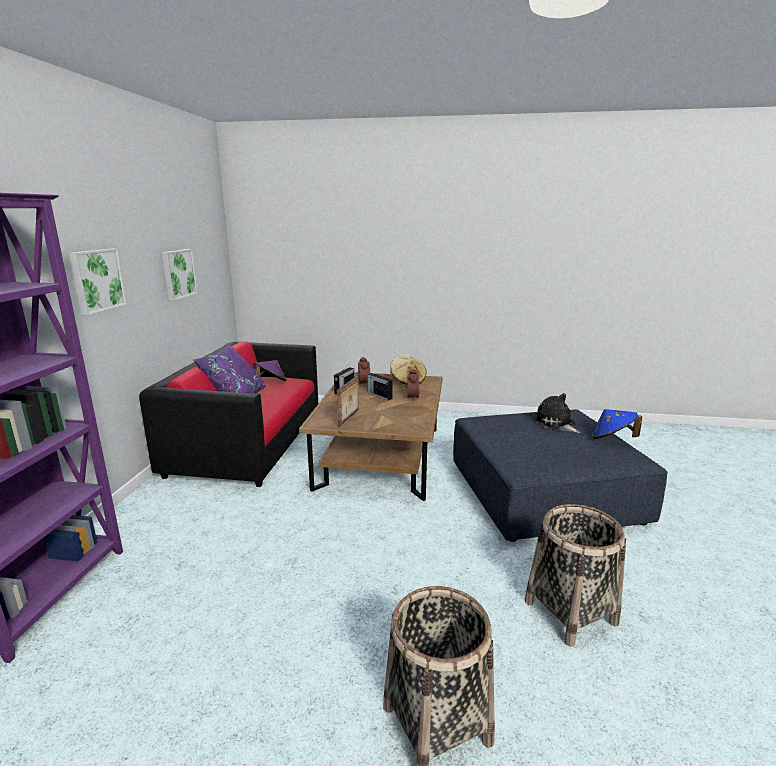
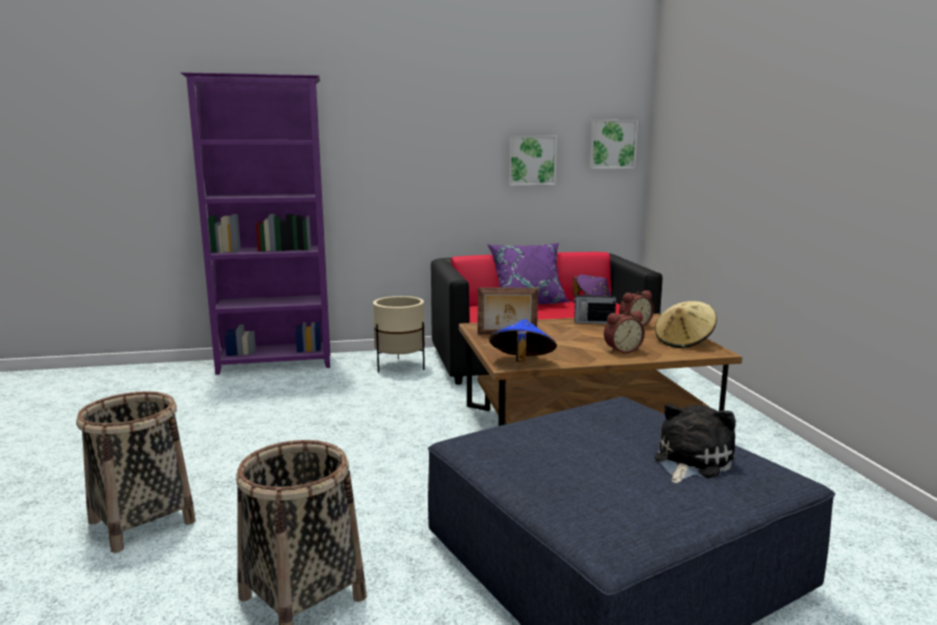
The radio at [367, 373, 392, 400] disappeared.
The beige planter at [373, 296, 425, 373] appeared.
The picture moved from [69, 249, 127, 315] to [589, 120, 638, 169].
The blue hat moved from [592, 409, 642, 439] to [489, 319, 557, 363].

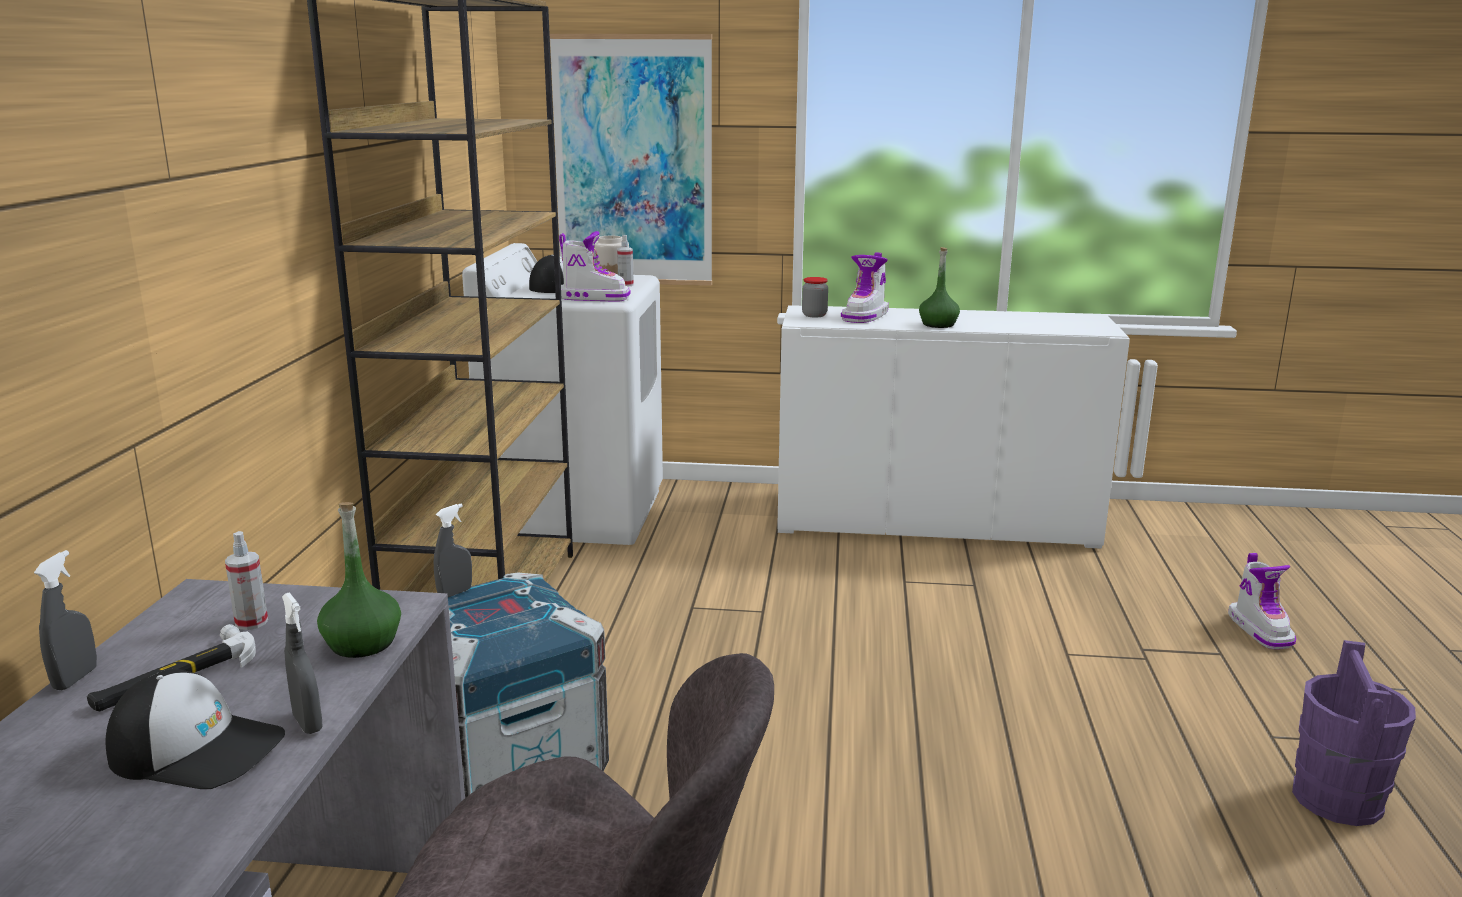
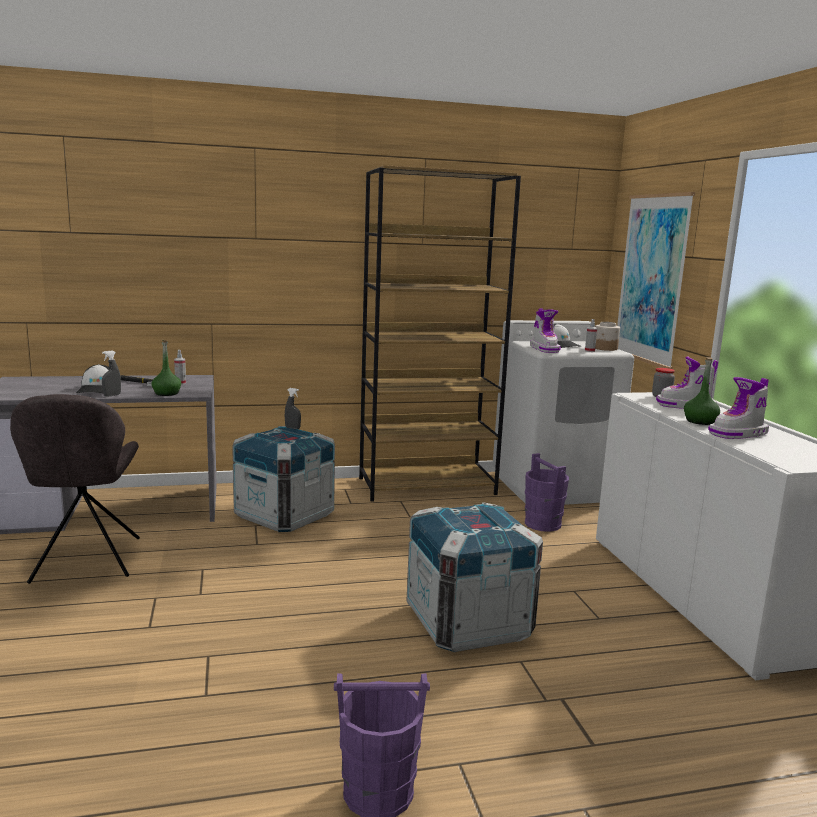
The grey spray bottle at [34, 550, 97, 690] disappeared.
The crate at [407, 502, 543, 652] appeared.
The purple bucket at [525, 453, 569, 532] appeared.
The boot moved from [1228, 553, 1296, 649] to [708, 377, 769, 439].

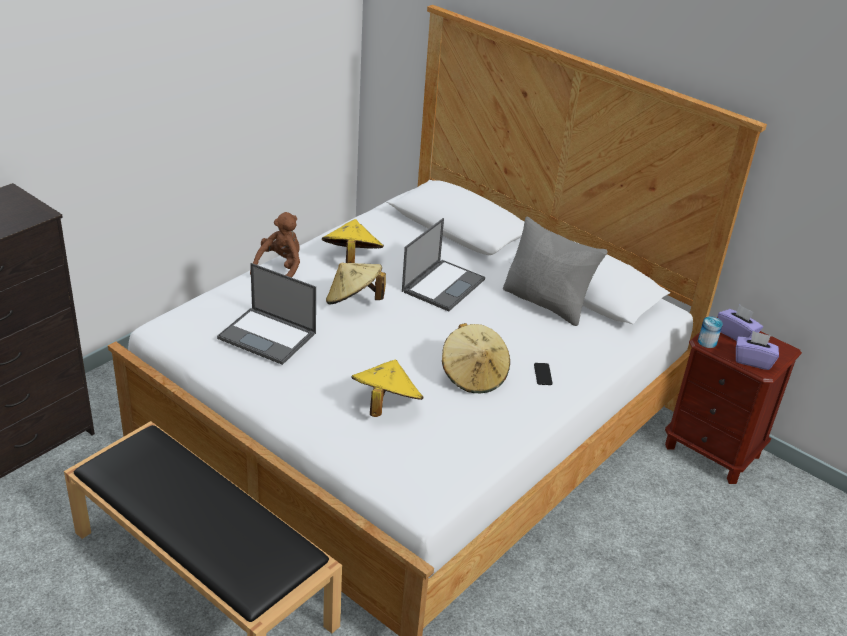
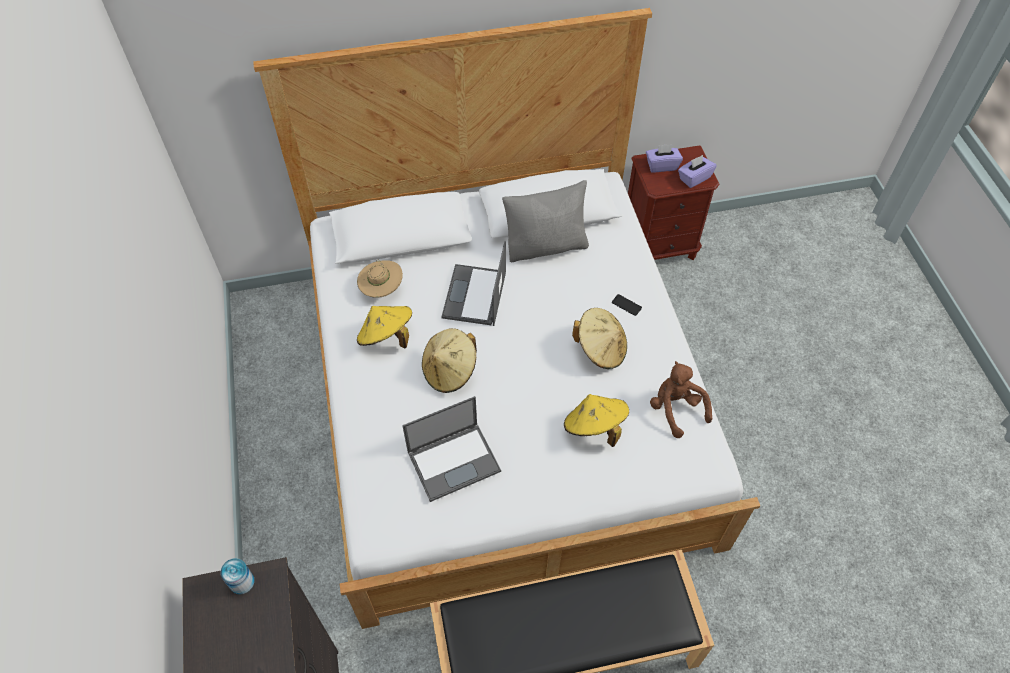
The beige hat at [357, 259, 403, 298] appeared.
The brown plush toy moved from [250, 212, 300, 278] to [650, 361, 712, 438].
The can moved from [698, 316, 723, 348] to [220, 558, 255, 594].
The laptop at [402, 218, 485, 311] turned 150 degrees counterclockwise.

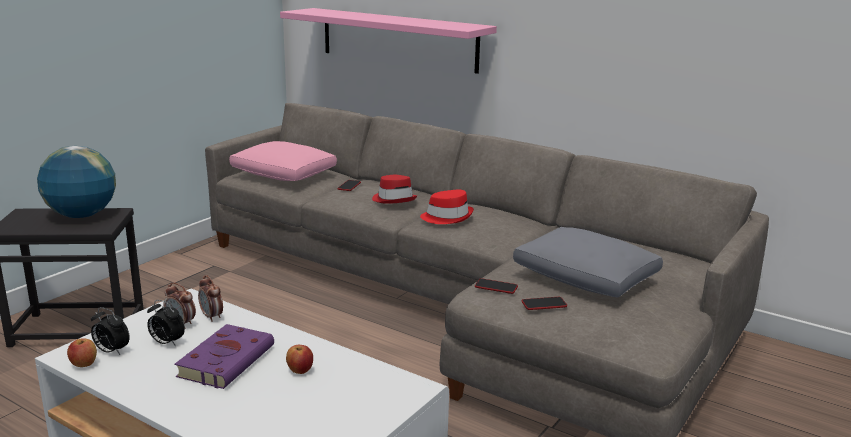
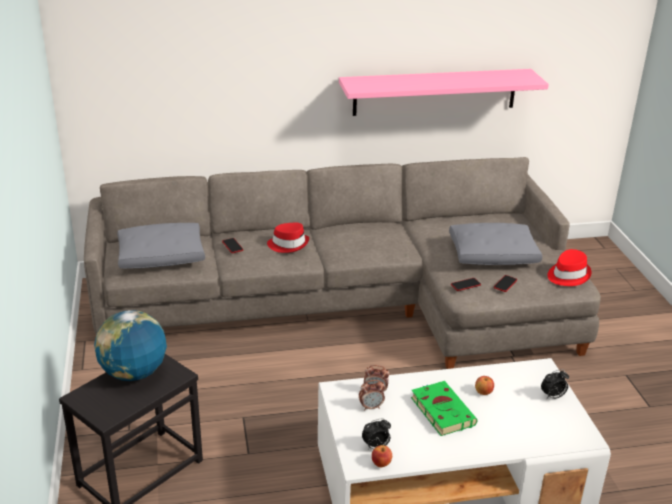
The alarm clock moved from [147, 300, 185, 347] to [541, 369, 569, 399].
The pink shelf moved from [280, 8, 497, 74] to [339, 69, 549, 116].
The red hat moved from [420, 190, 474, 224] to [547, 249, 592, 286].
The purple book at [174, 324, 274, 389] became the green book at [411, 381, 477, 436].
The pink pillow at [229, 141, 337, 181] became the grey pillow at [117, 223, 205, 269].

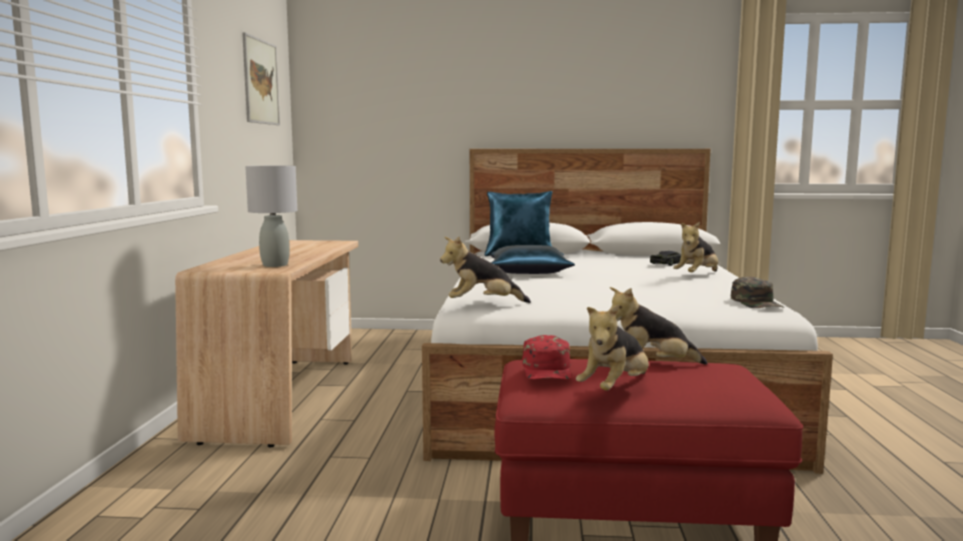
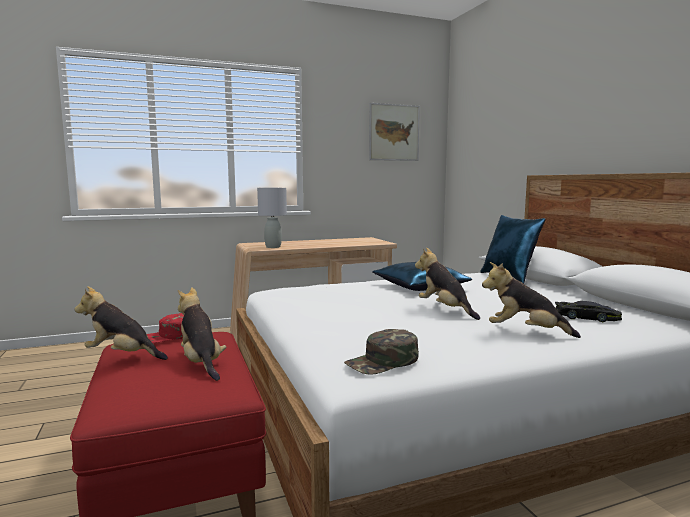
The plush toy moved from [440, 237, 531, 303] to [415, 248, 480, 320].

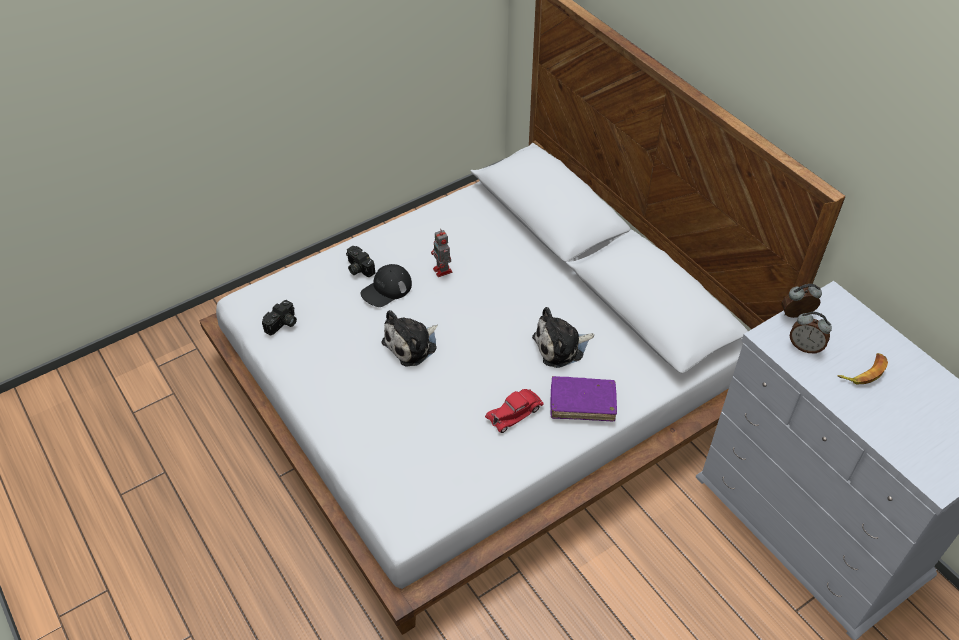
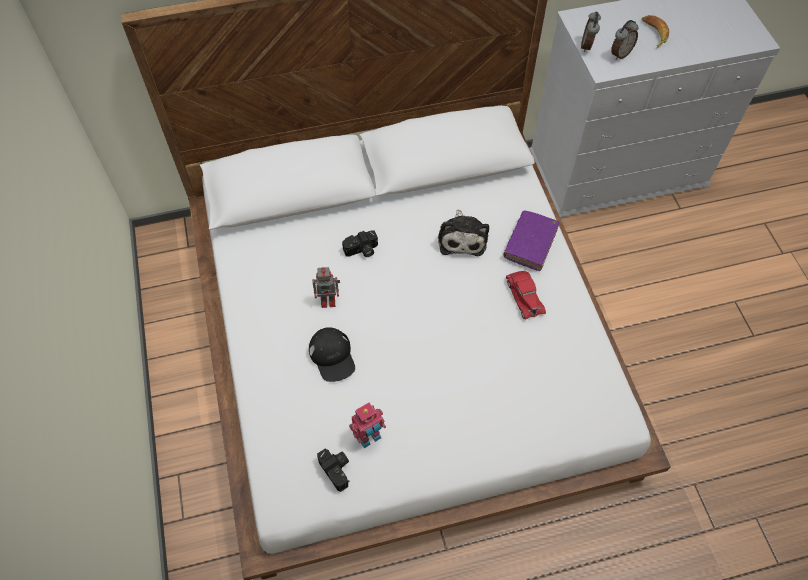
The plush toy at [381, 310, 438, 366] disappeared.
The toy robot at [349, 403, 386, 448] appeared.
The photo camera moved from [346, 246, 375, 277] to [342, 230, 378, 257].

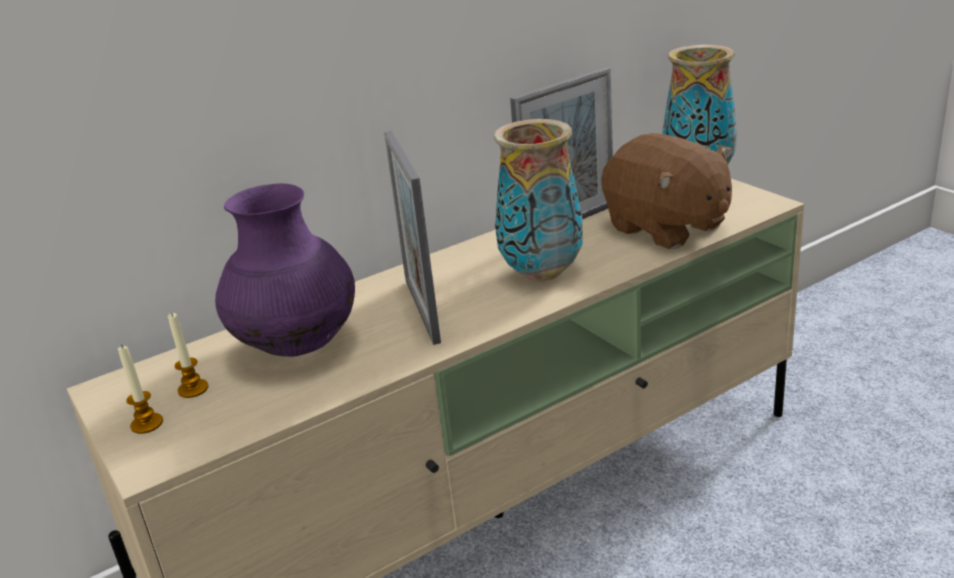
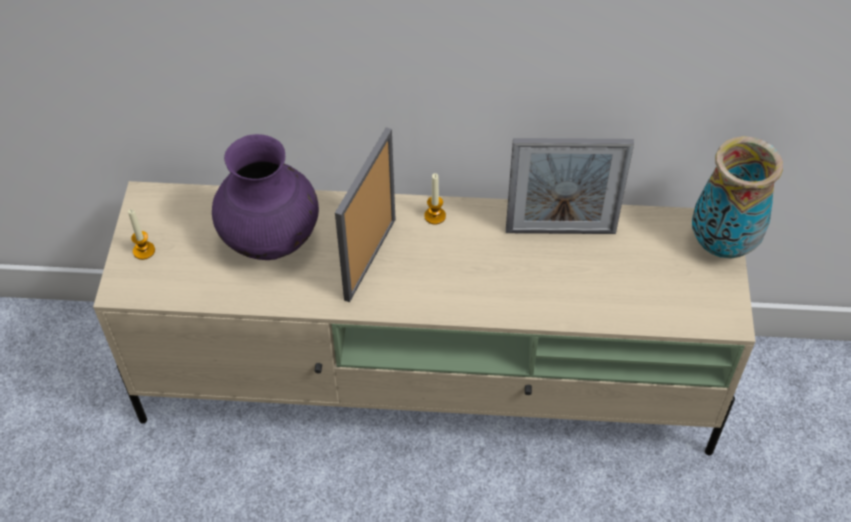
The vase at [494, 119, 582, 282] disappeared.
The brown plush toy at [601, 133, 733, 249] disappeared.
The candle moved from [168, 312, 208, 398] to [424, 173, 446, 224].

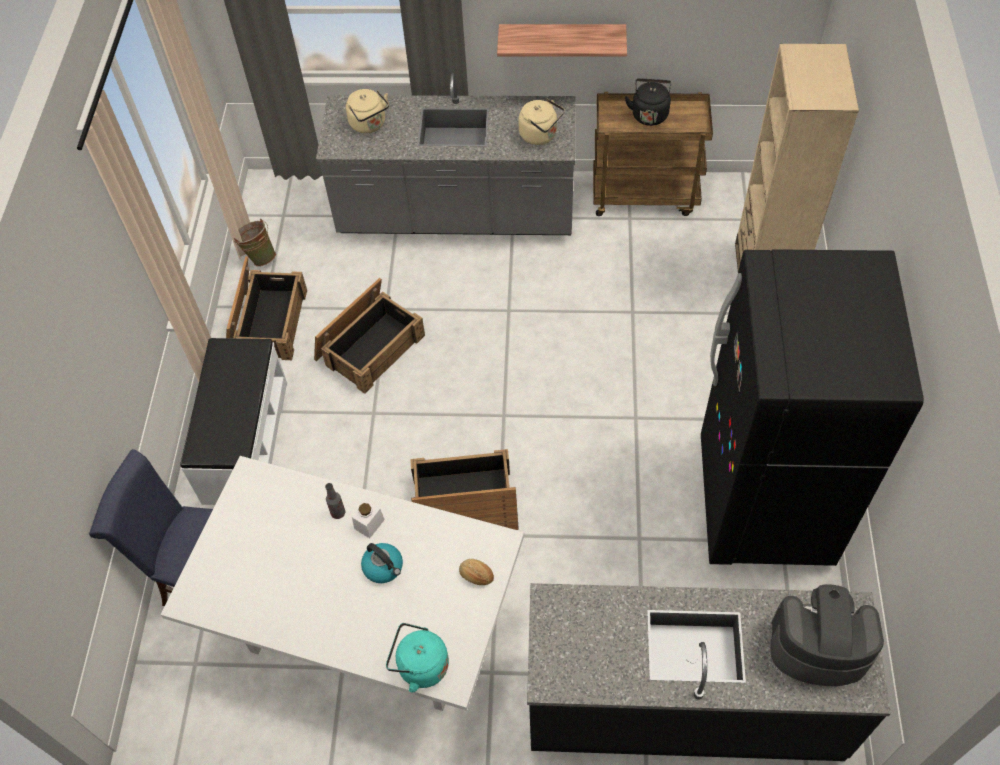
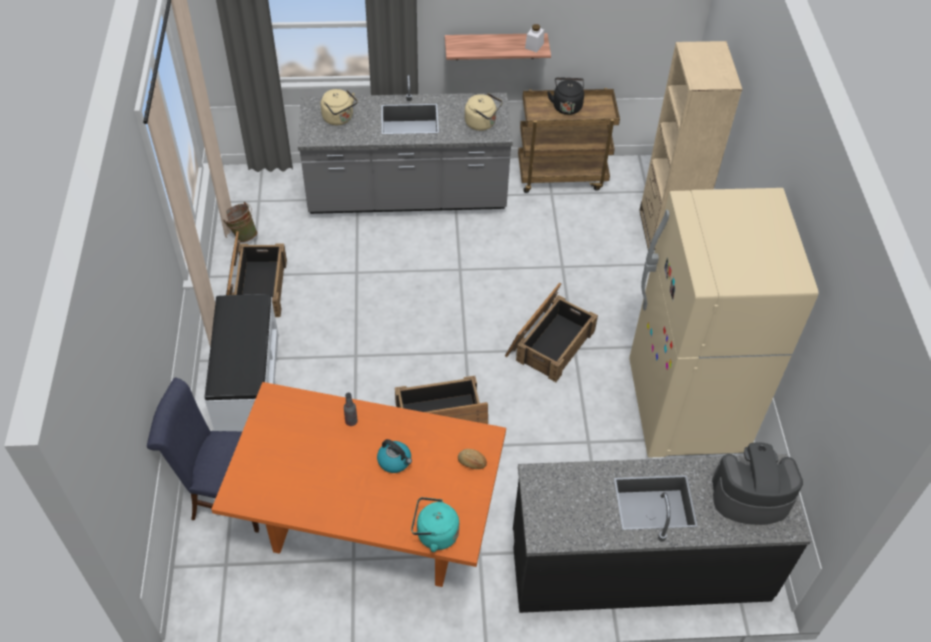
The crate moved from [314, 278, 425, 394] to [505, 282, 598, 382].
The white jar moved from [352, 500, 385, 538] to [525, 24, 544, 53].
The white dining table at [161, 456, 524, 711] became the orange dining table at [211, 382, 506, 587].
The black fridge at [701, 249, 924, 566] became the beige fridge at [629, 188, 818, 458].

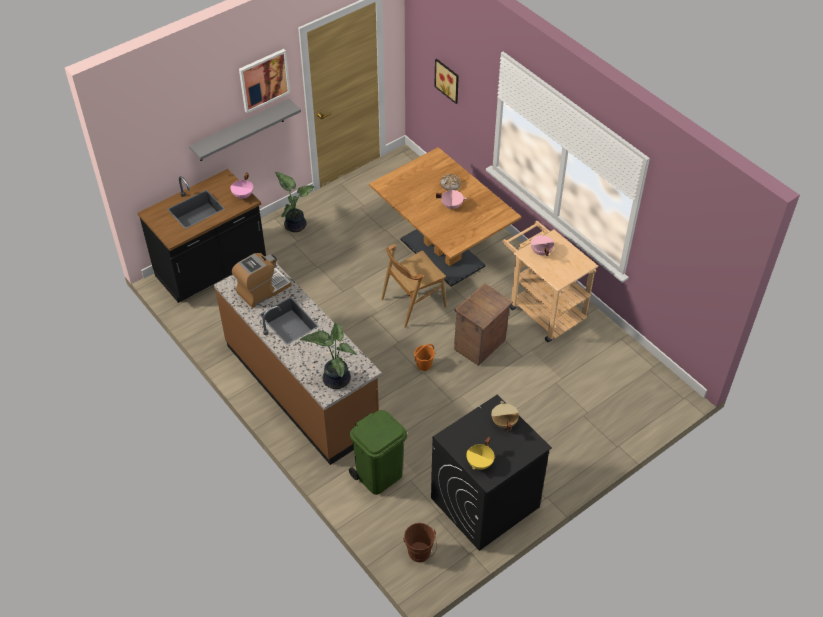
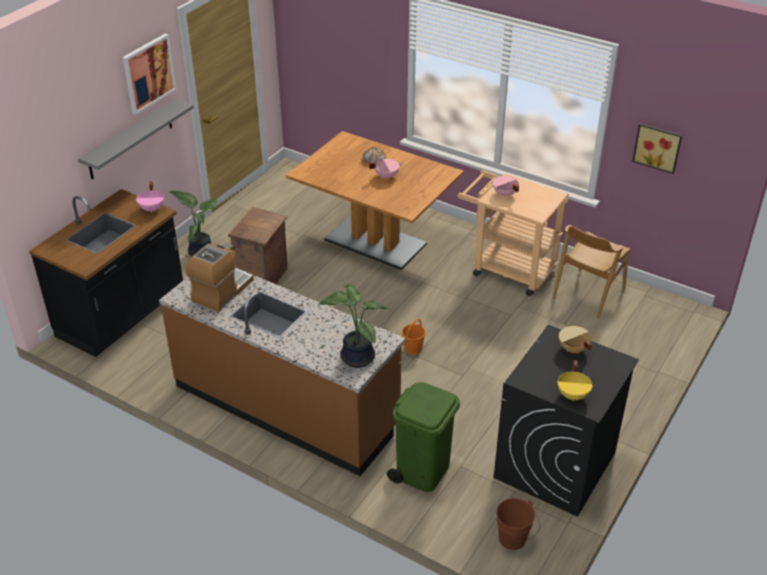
The brown chair moved from [381, 244, 447, 327] to [553, 225, 630, 318].
The picture moved from [434, 59, 459, 104] to [632, 123, 682, 174].
The crate moved from [454, 283, 513, 366] to [228, 207, 288, 284].

